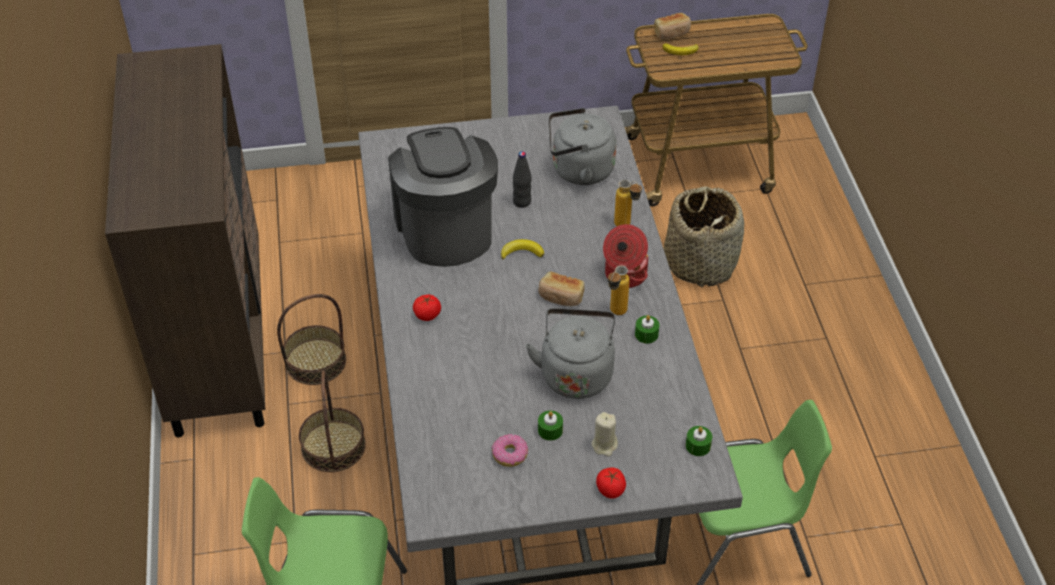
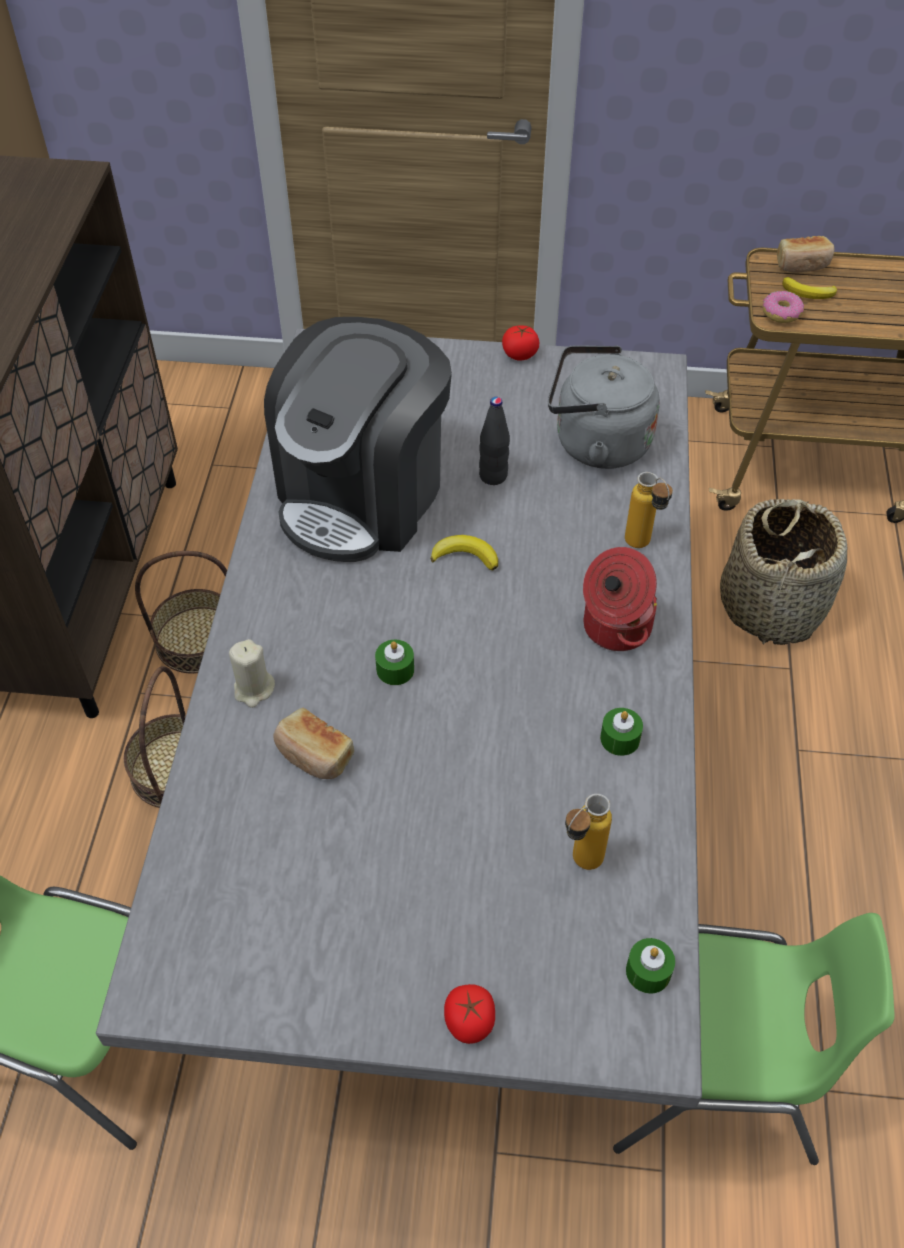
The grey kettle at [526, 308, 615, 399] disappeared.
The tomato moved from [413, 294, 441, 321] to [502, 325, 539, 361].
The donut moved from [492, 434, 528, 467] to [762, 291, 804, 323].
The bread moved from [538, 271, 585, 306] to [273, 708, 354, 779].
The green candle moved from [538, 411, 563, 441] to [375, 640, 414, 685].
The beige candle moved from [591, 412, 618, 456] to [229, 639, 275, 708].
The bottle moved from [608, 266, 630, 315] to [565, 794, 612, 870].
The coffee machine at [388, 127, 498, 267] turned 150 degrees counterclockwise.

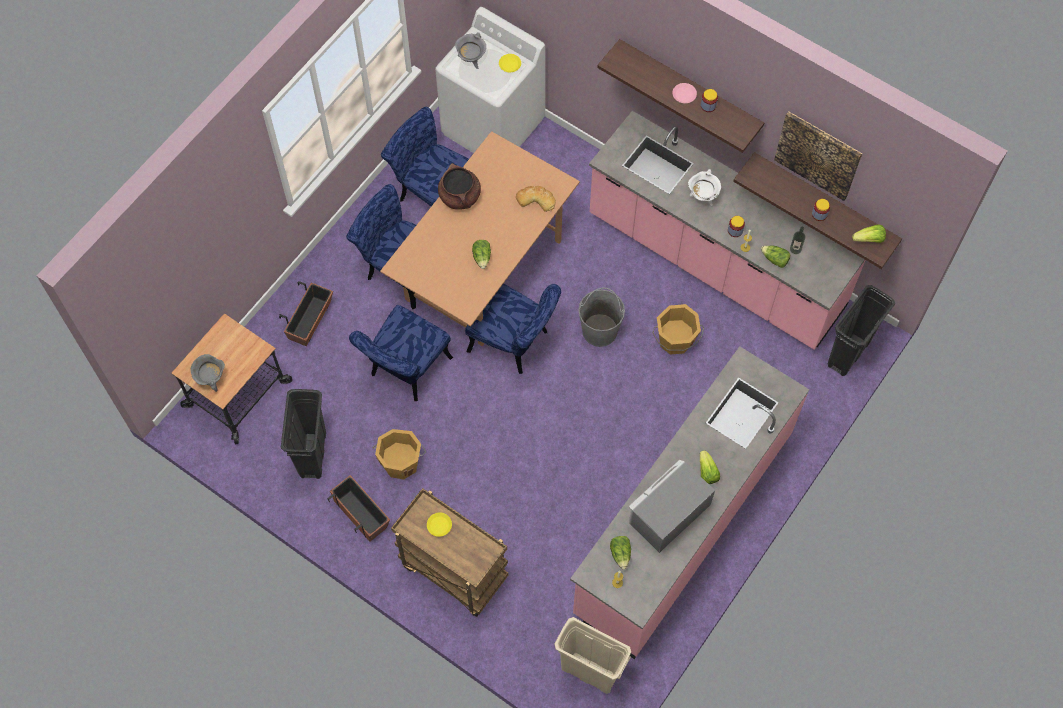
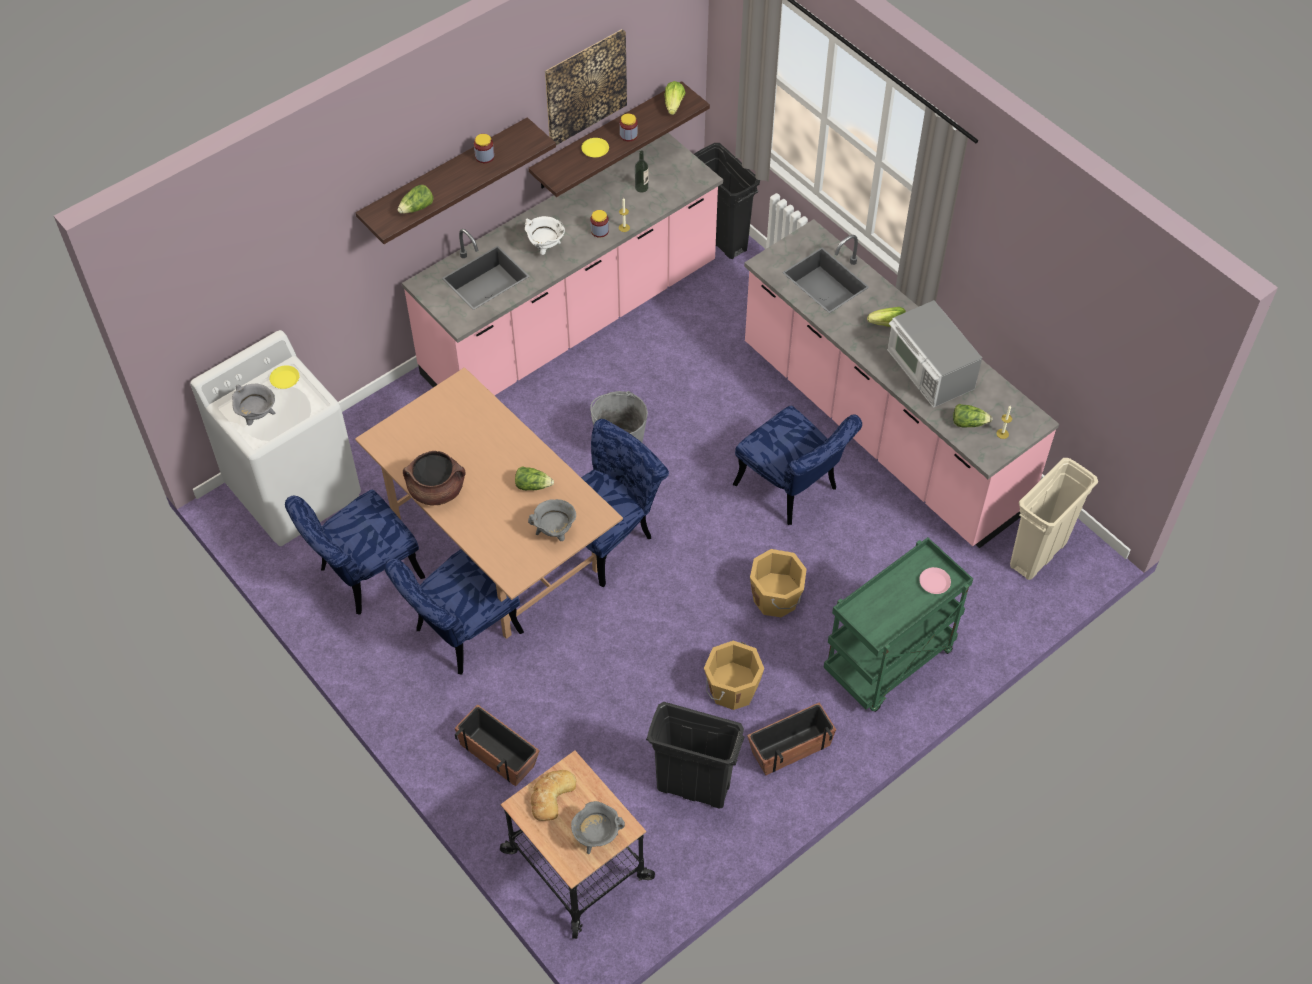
The grey cooking pot at [528, 499, 576, 541] appeared.
The blue chair moved from [349, 305, 453, 401] to [733, 406, 862, 525].
The yellow plate moved from [427, 513, 452, 537] to [581, 138, 609, 158].
The bread moved from [516, 186, 556, 212] to [531, 770, 576, 821].
The orange bucket moved from [652, 304, 704, 355] to [750, 549, 807, 617].
The pink plate moved from [672, 83, 697, 103] to [919, 567, 951, 594].
The lettuce moved from [761, 245, 790, 268] to [397, 185, 434, 214].
The brown cart at [391, 488, 508, 617] became the green cart at [824, 537, 973, 712].

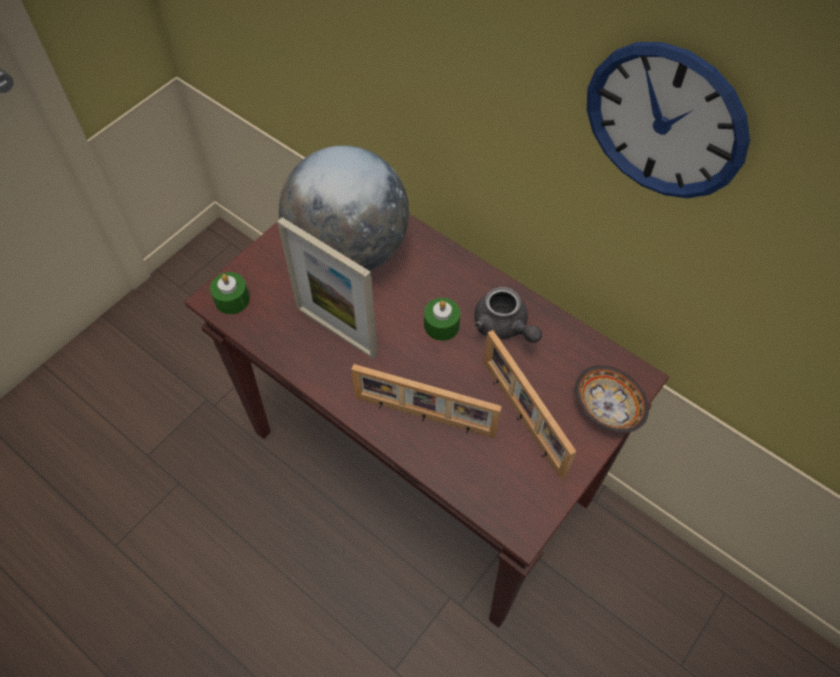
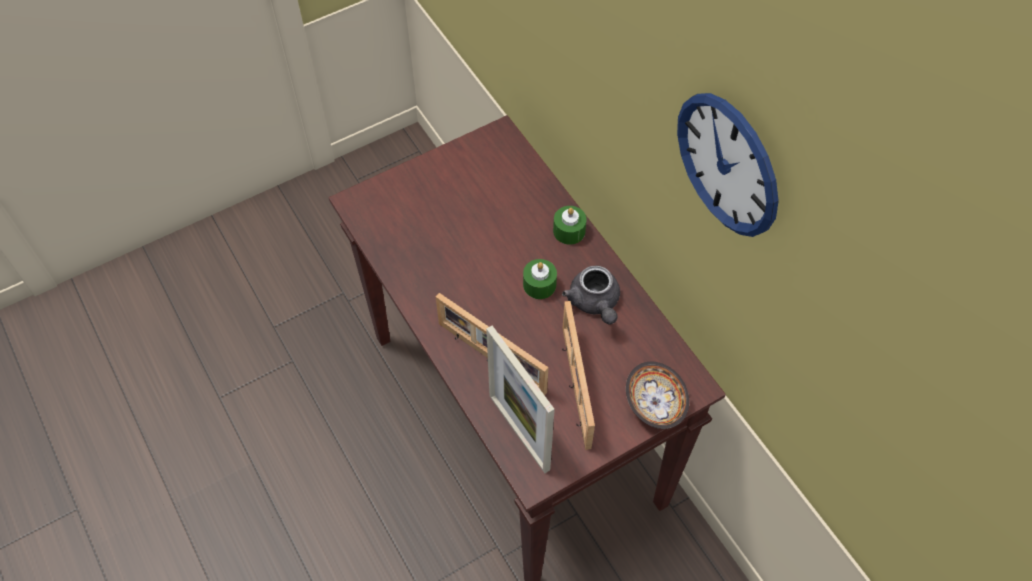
The globe at [279, 145, 409, 272] disappeared.
The green candle moved from [210, 272, 250, 314] to [553, 206, 587, 245].
The picture frame moved from [277, 217, 378, 359] to [486, 326, 555, 473].

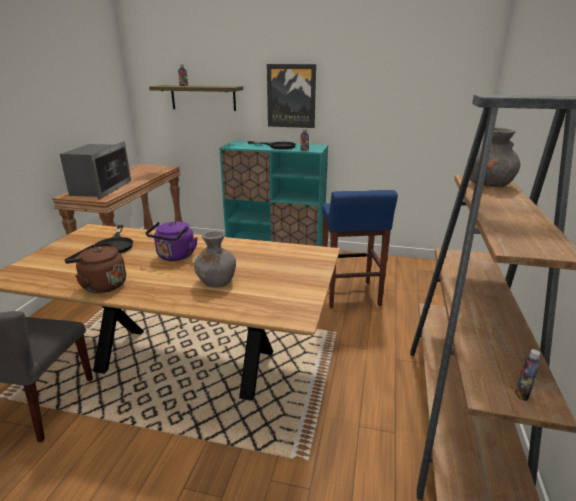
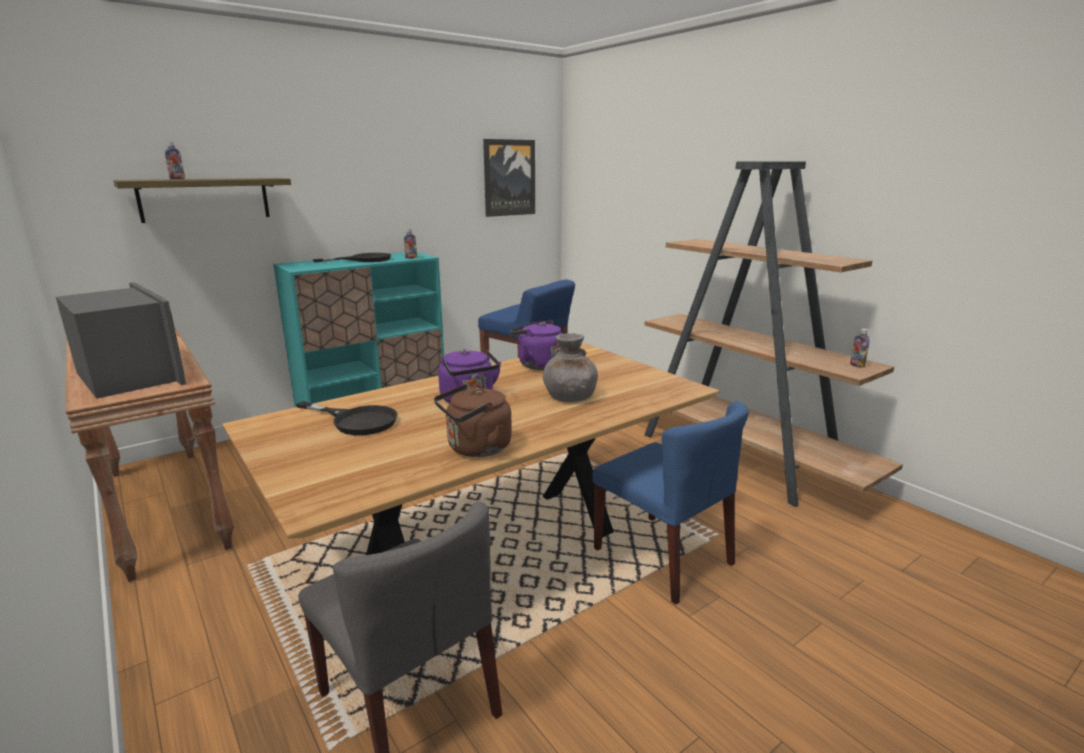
The grey vase at [470, 128, 520, 187] disappeared.
The purple kettle at [509, 320, 563, 370] appeared.
The blue chair at [592, 401, 749, 605] appeared.
The picture moved from [267, 64, 316, 128] to [483, 139, 535, 217].

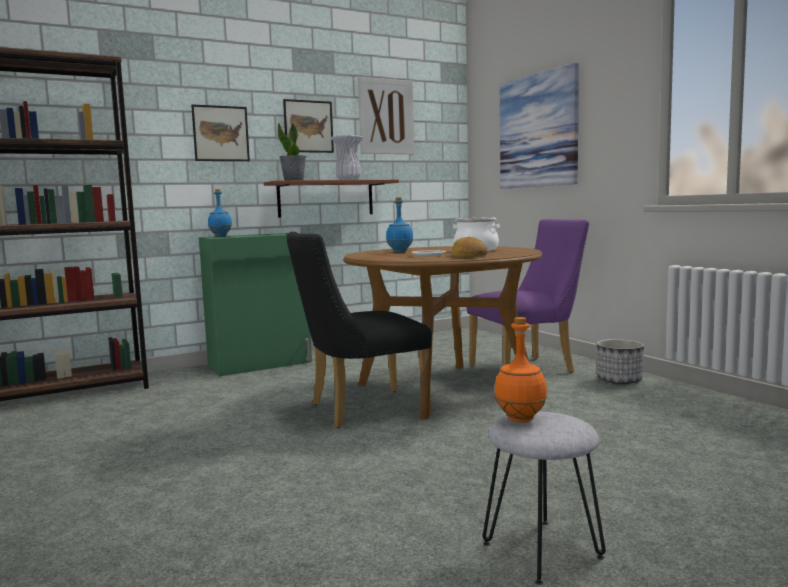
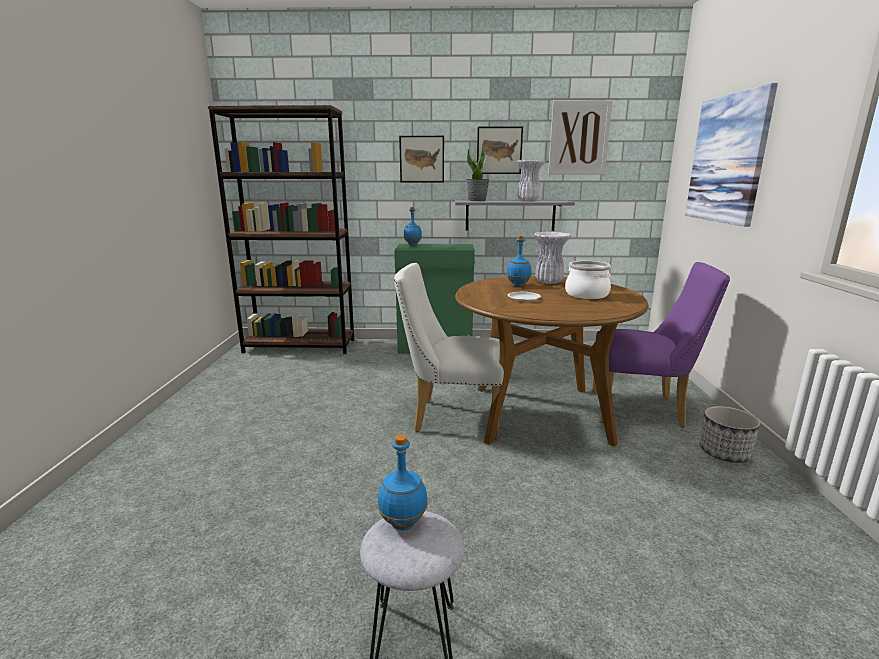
The bread at [451, 237, 488, 257] disappeared.
The white vase at [534, 232, 571, 284] appeared.
The brown shelf at [264, 180, 399, 218] became the grey shelf at [455, 200, 575, 231].
The black chair at [286, 232, 432, 428] became the white chair at [394, 263, 504, 439].
The orange bottle at [494, 317, 547, 422] became the blue bottle at [378, 435, 428, 530].

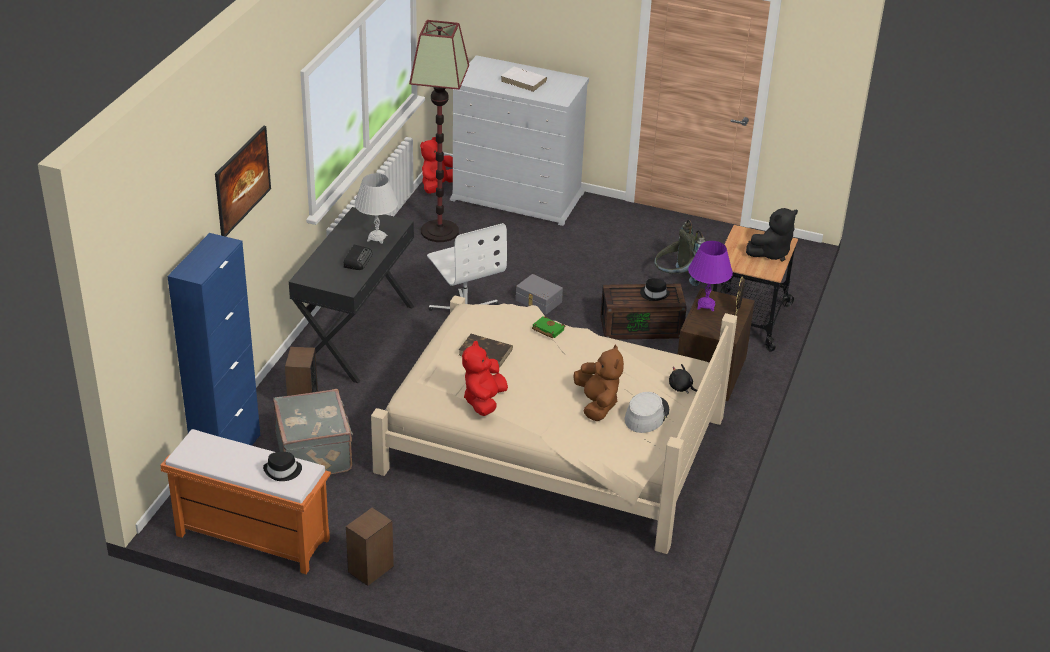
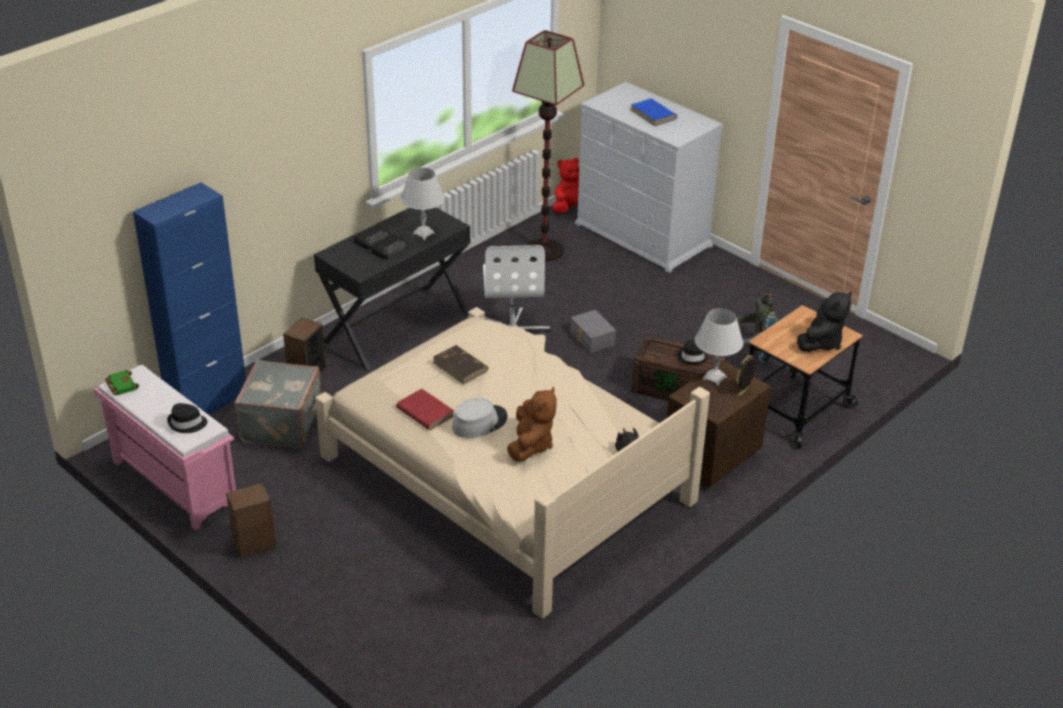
The picture at [215, 126, 271, 237] disappeared.
The radio at [354, 224, 390, 249] appeared.
The green book moved from [532, 316, 565, 338] to [105, 370, 139, 395].
The grey hat moved from [624, 392, 669, 433] to [452, 398, 507, 438].
The red plush toy at [462, 341, 508, 416] was replaced by the red book at [396, 389, 454, 430].
The orange bench at [160, 429, 331, 574] became the pink bench at [94, 365, 236, 531].
The white book at [501, 67, 547, 92] became the blue book at [631, 98, 677, 126].
The purple table lamp at [688, 241, 733, 311] became the white table lamp at [695, 308, 743, 386].
The black plush toy at [746, 208, 798, 262] turned 45 degrees counterclockwise.

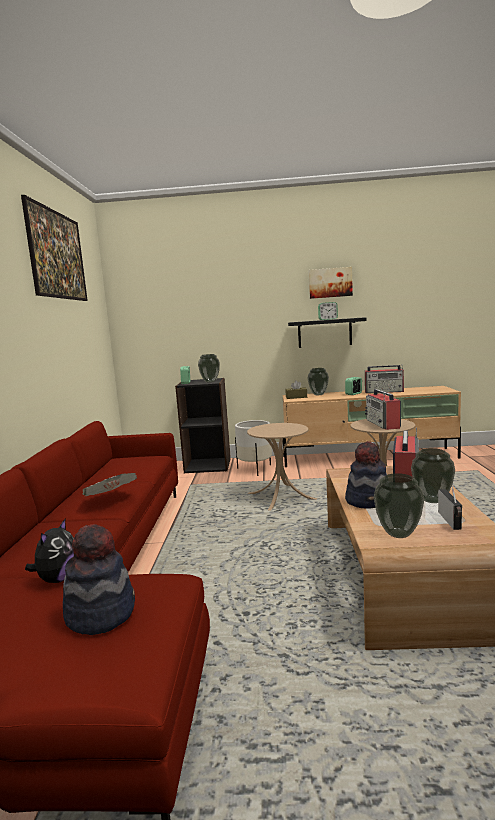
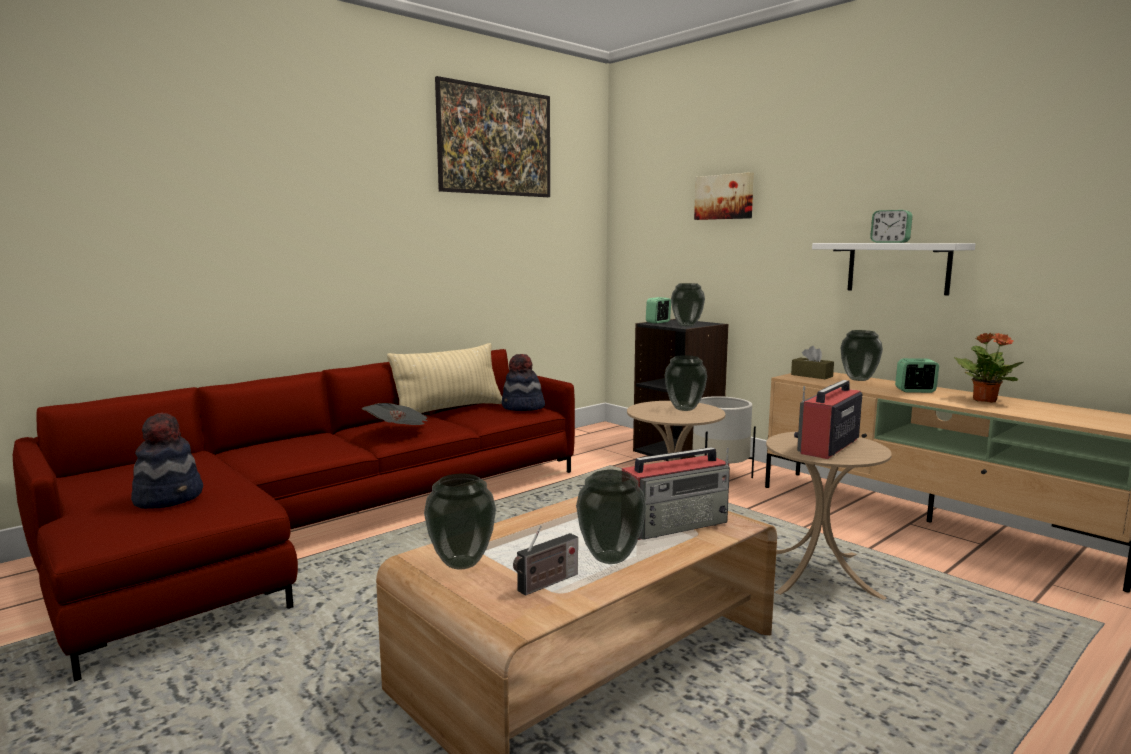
The plush toy at [25, 519, 74, 583] disappeared.
The beige pillow at [387, 343, 502, 413] appeared.
The vase at [665, 355, 707, 411] appeared.
The picture moved from [309, 267, 353, 299] to [694, 172, 754, 220].
The hat moved from [345, 441, 387, 508] to [502, 354, 545, 411].
The radio at [365, 365, 404, 393] was replaced by the potted plant at [954, 333, 1024, 403].
The black shelf at [288, 317, 367, 348] became the white shelf at [812, 243, 975, 296].

